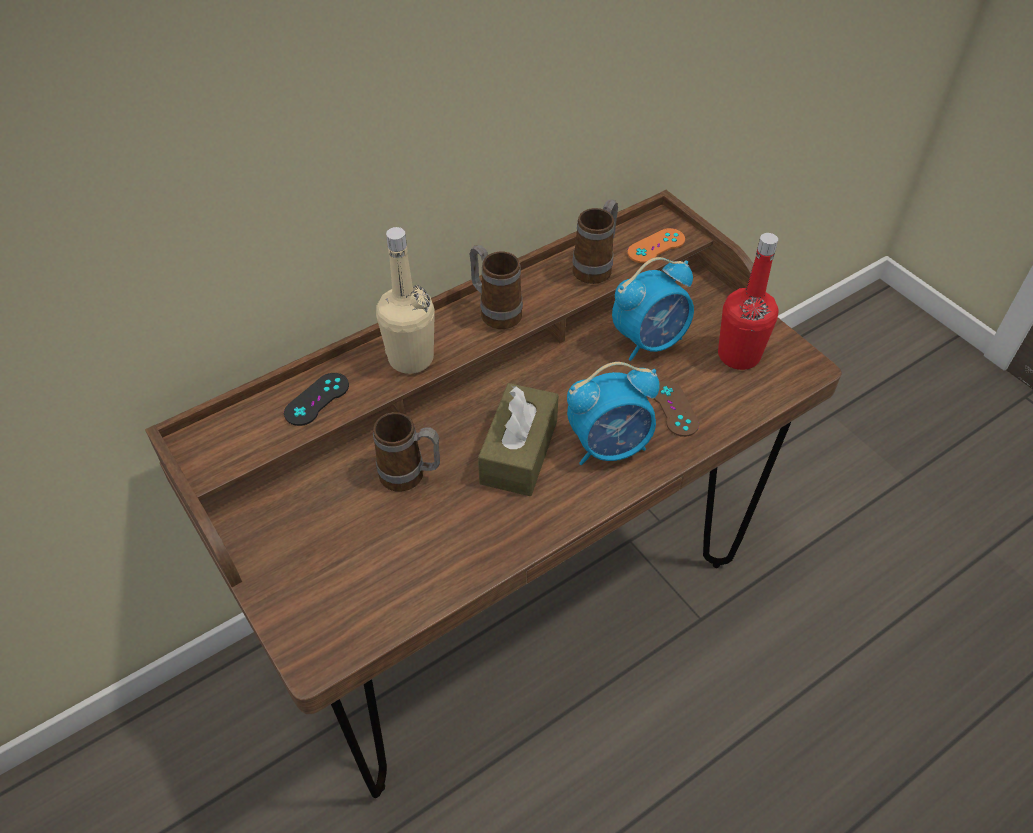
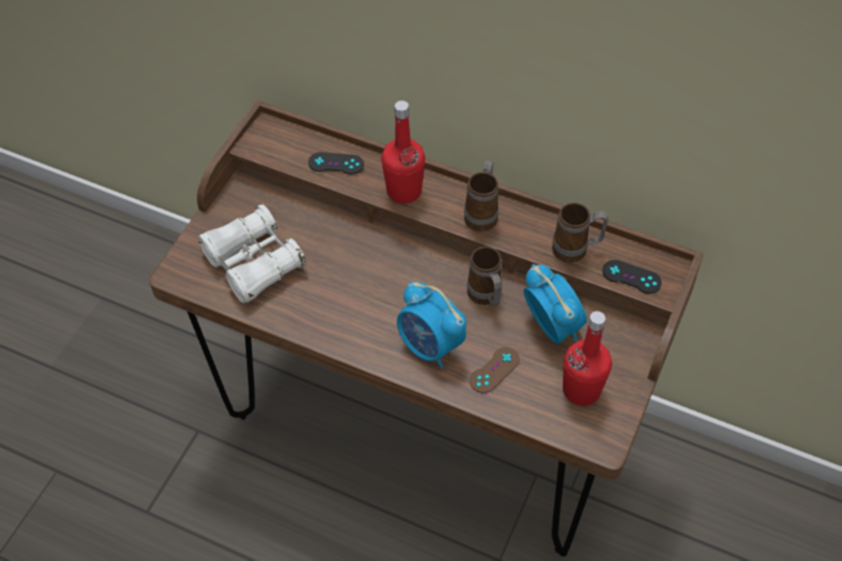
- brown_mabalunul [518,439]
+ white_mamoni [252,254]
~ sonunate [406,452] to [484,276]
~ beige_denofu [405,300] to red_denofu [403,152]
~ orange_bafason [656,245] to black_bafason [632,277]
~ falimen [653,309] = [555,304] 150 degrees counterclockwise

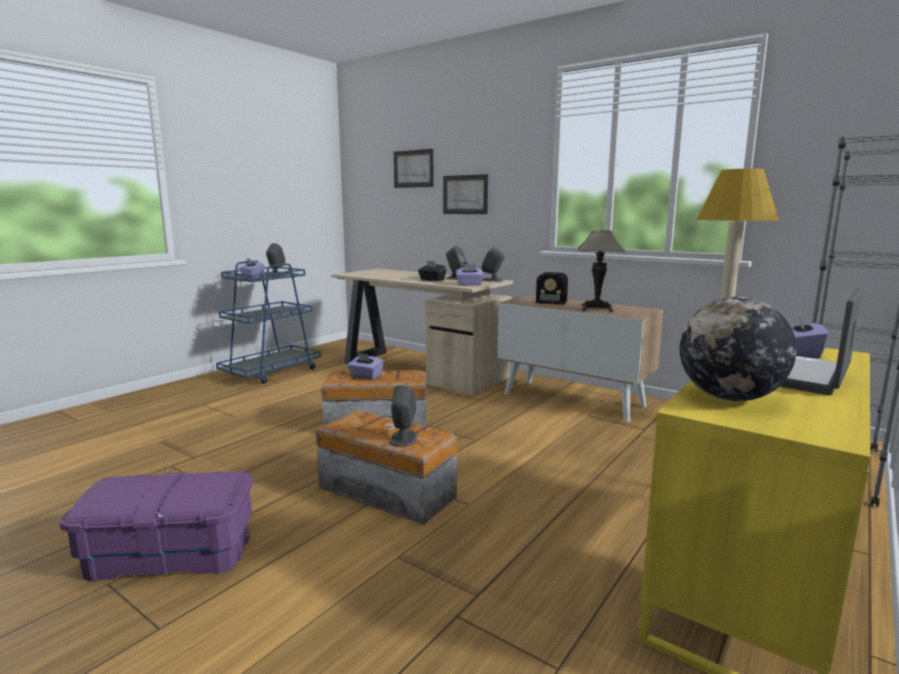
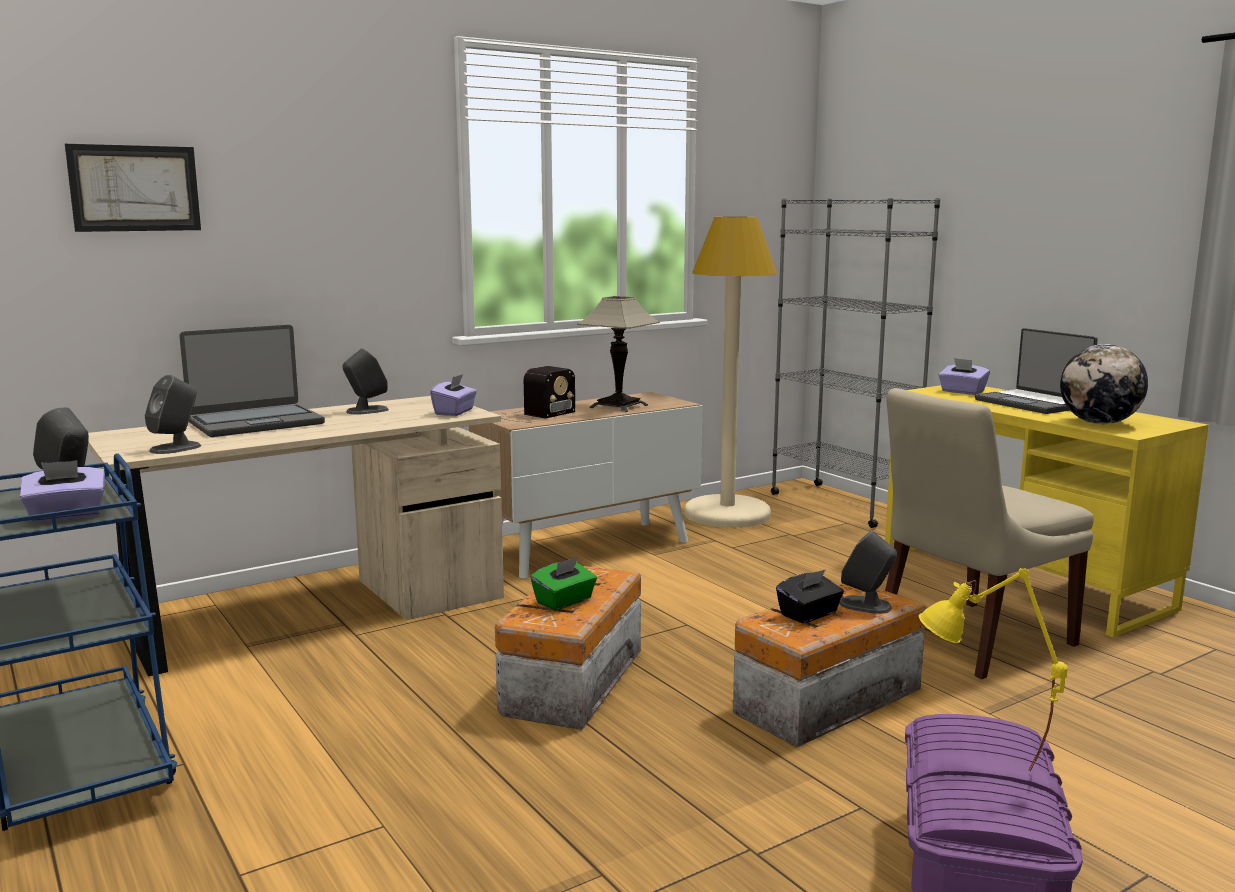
- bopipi [465,194]
+ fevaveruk [252,381]
+ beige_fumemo [989,533]
+ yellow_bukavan [993,669]
~ black_mabalunul [432,270] to [810,596]
~ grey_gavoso [493,264] to [173,414]
~ purple_mabalunul [365,366] to green_mabalunul [563,584]

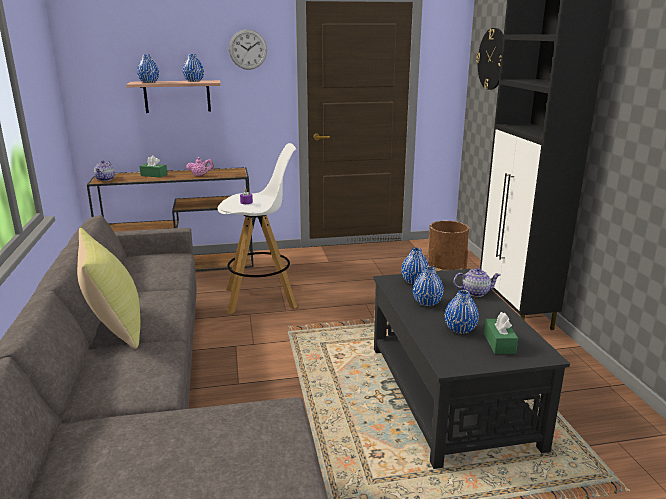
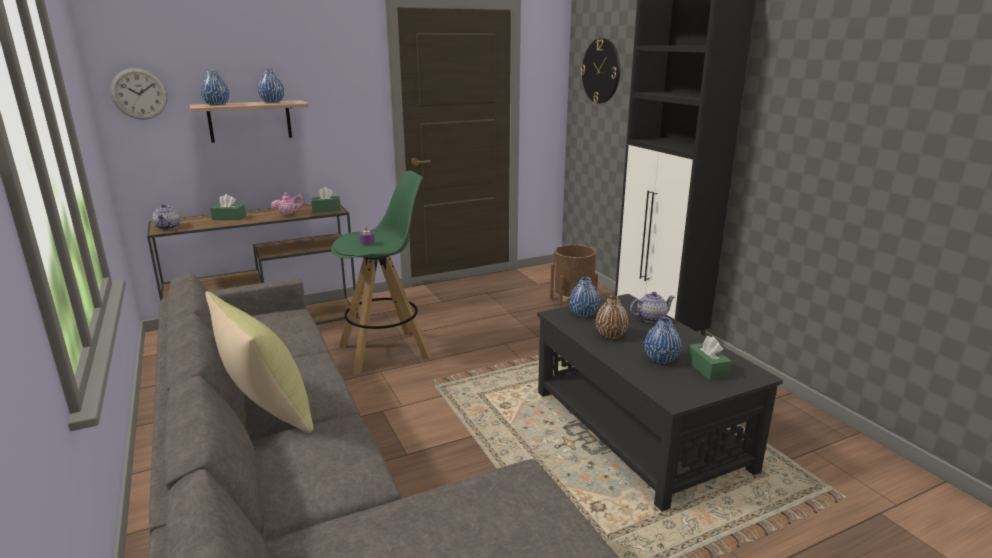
+ green_mabalunul [326,200]
~ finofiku [248,49] to [139,94]
~ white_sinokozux [257,228] to green_sinokozux [381,273]
~ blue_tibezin [428,286] to brown_tibezin [612,317]

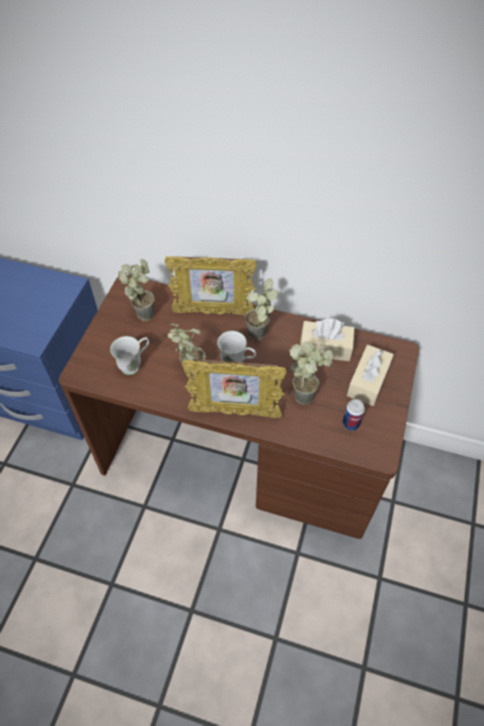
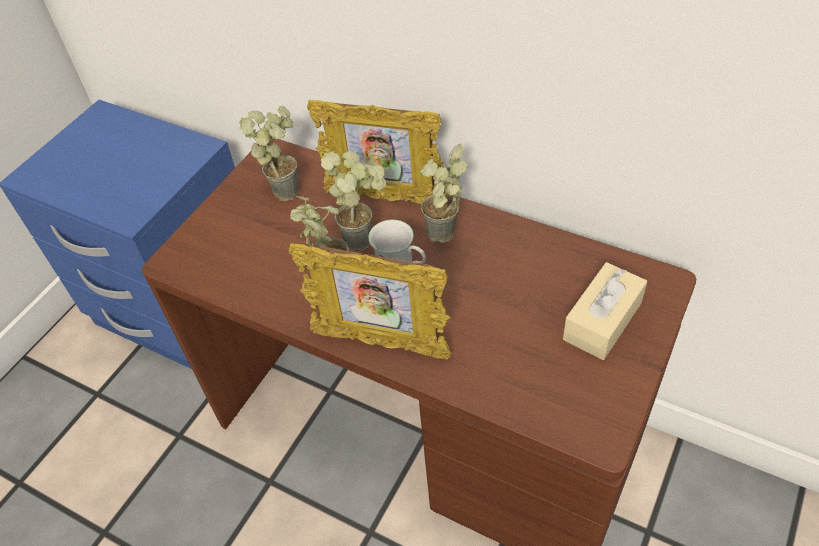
- white_sonunate [129,355]
- beige_mabalunul [327,340]
- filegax [353,415]
~ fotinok [311,373] to [353,201]

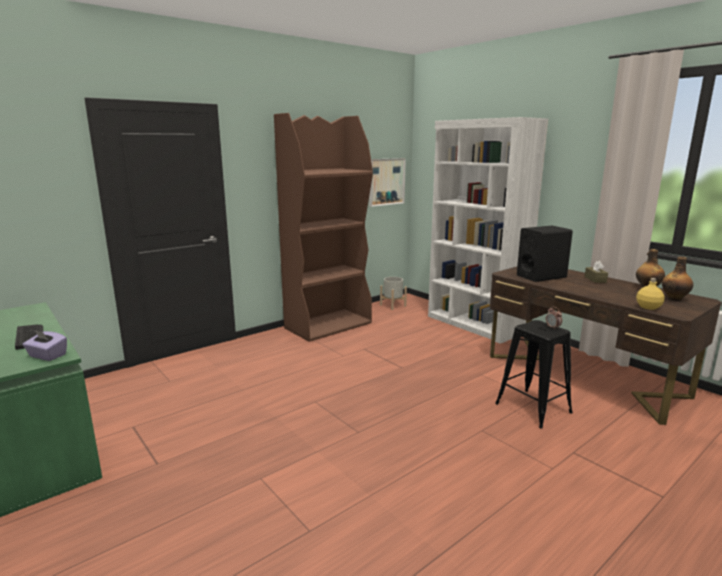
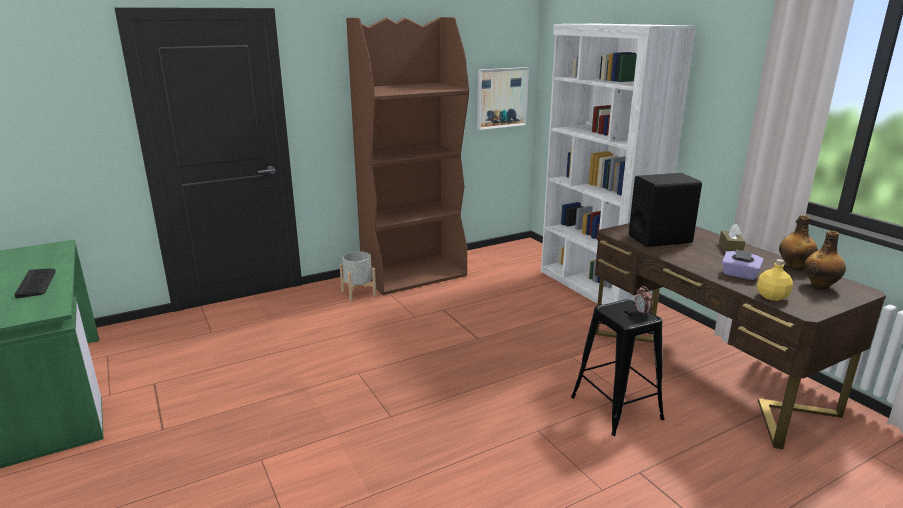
~ purple_mabalunul [44,345] to [743,264]
~ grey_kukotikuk [393,293] to [358,276]

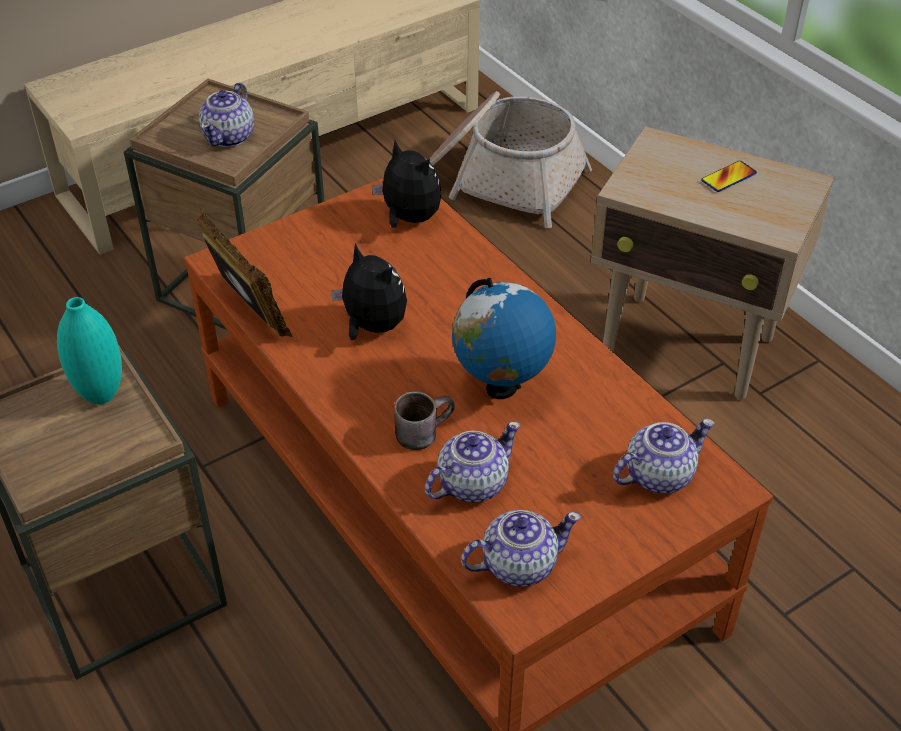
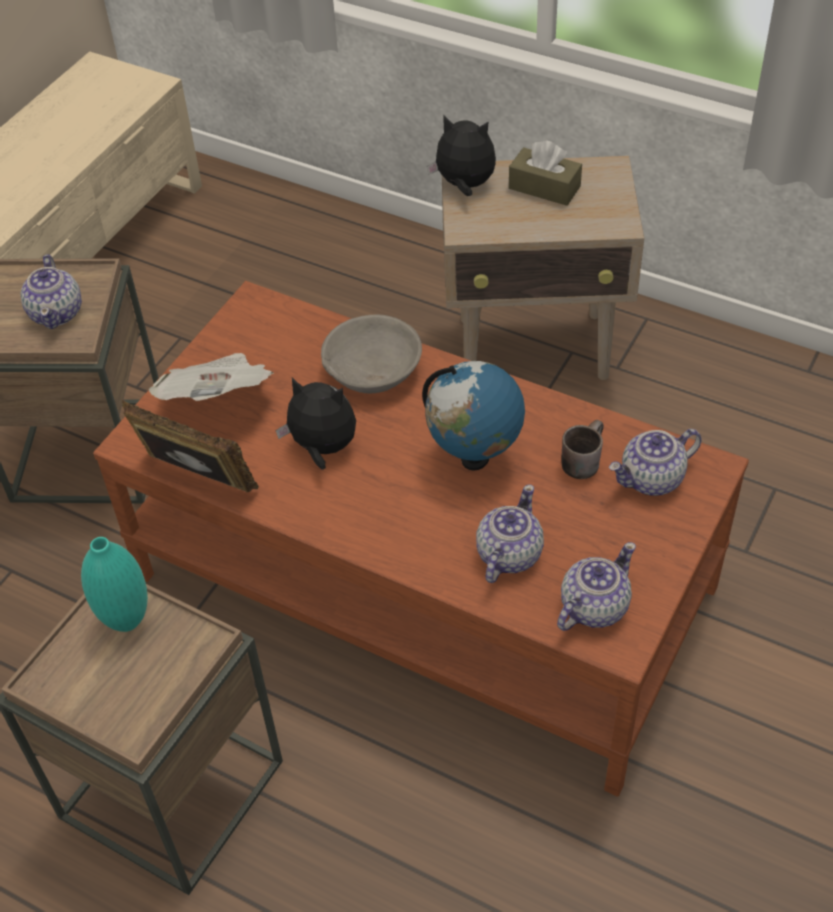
- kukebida [511,160]
+ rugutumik [211,377]
+ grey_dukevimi [371,353]
~ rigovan [407,184] to [461,156]
~ brown_sonunate [424,420] to [582,449]
~ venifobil [729,176] to brown_mabalunul [545,173]
~ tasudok [663,456] = [655,462] 150 degrees counterclockwise

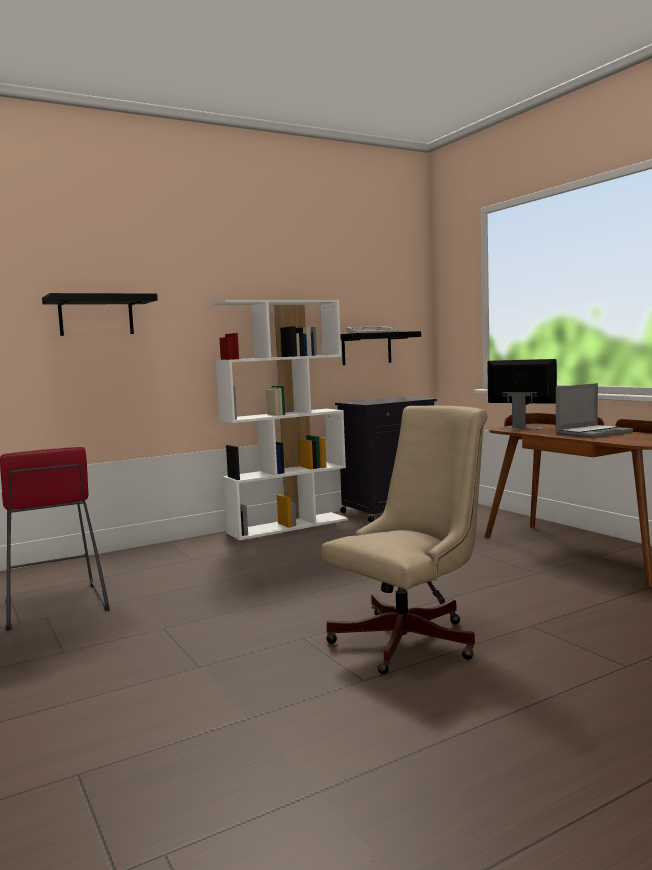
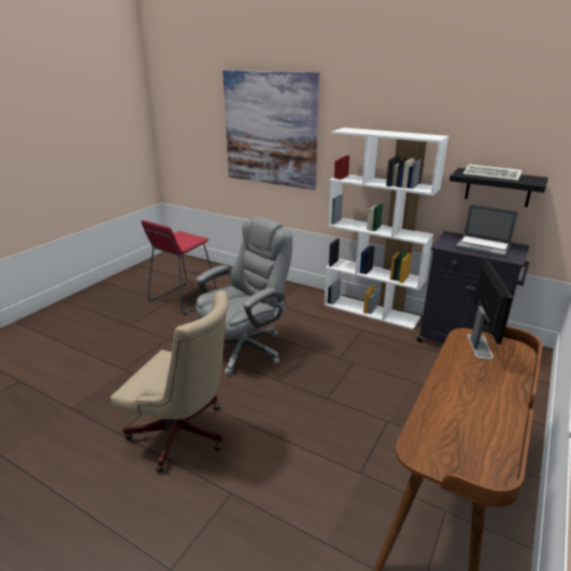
+ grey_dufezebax [244,296]
~ fevaveruk [594,410] to [487,230]
~ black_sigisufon [100,314] to bopipi [271,130]

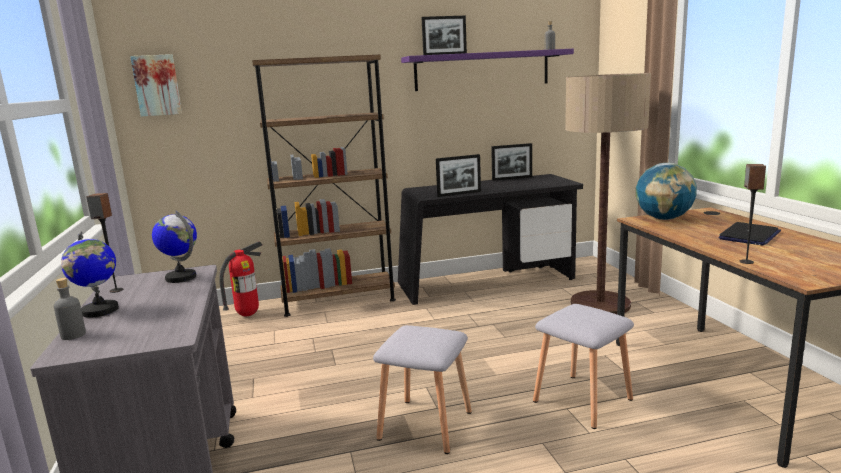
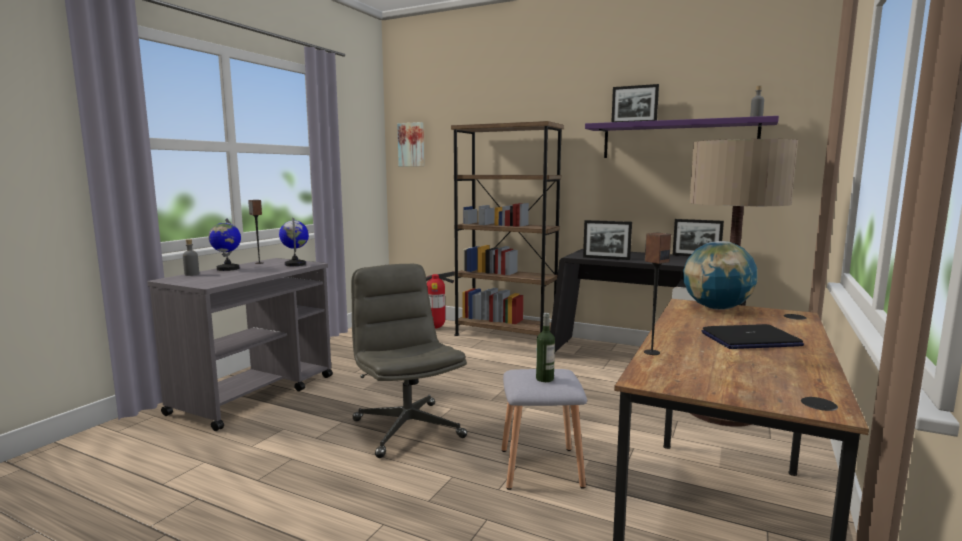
+ denofu [545,347]
~ grey_sinokozux [422,389] to grey_dufezebax [409,361]

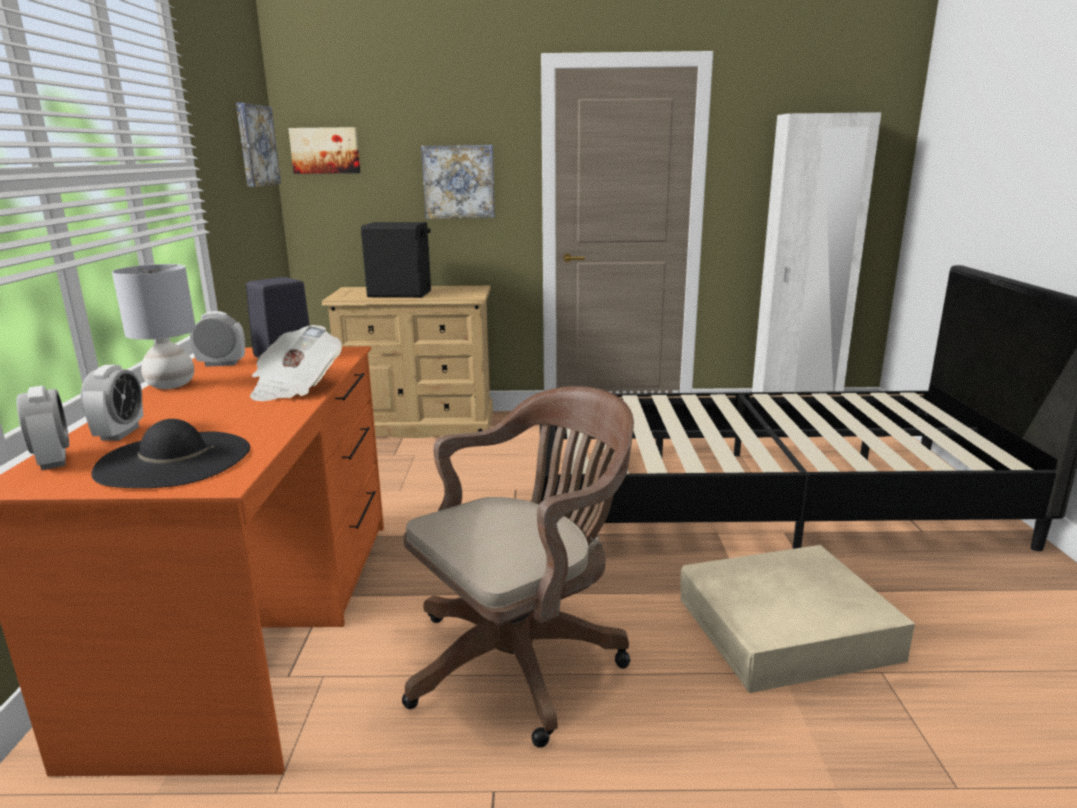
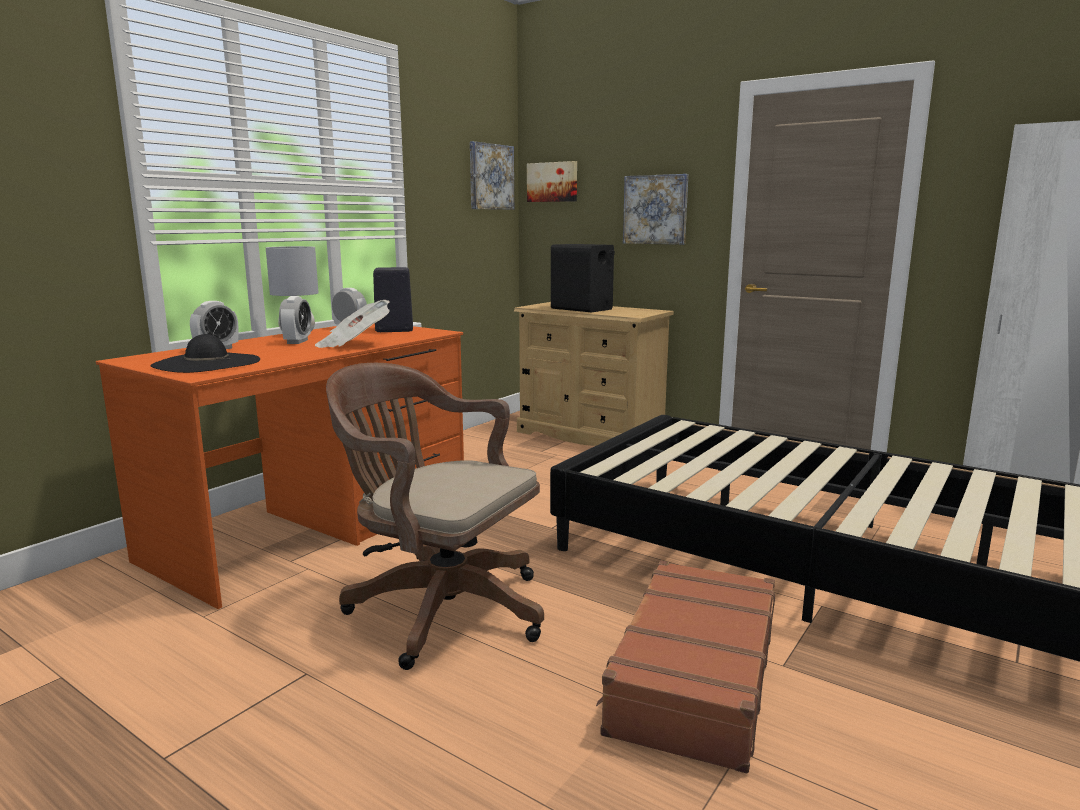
~ falimen [42,428] to [295,320]
~ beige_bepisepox [797,619] to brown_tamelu [685,667]
~ brown_dufezebax [518,567] = [435,516] 150 degrees counterclockwise

